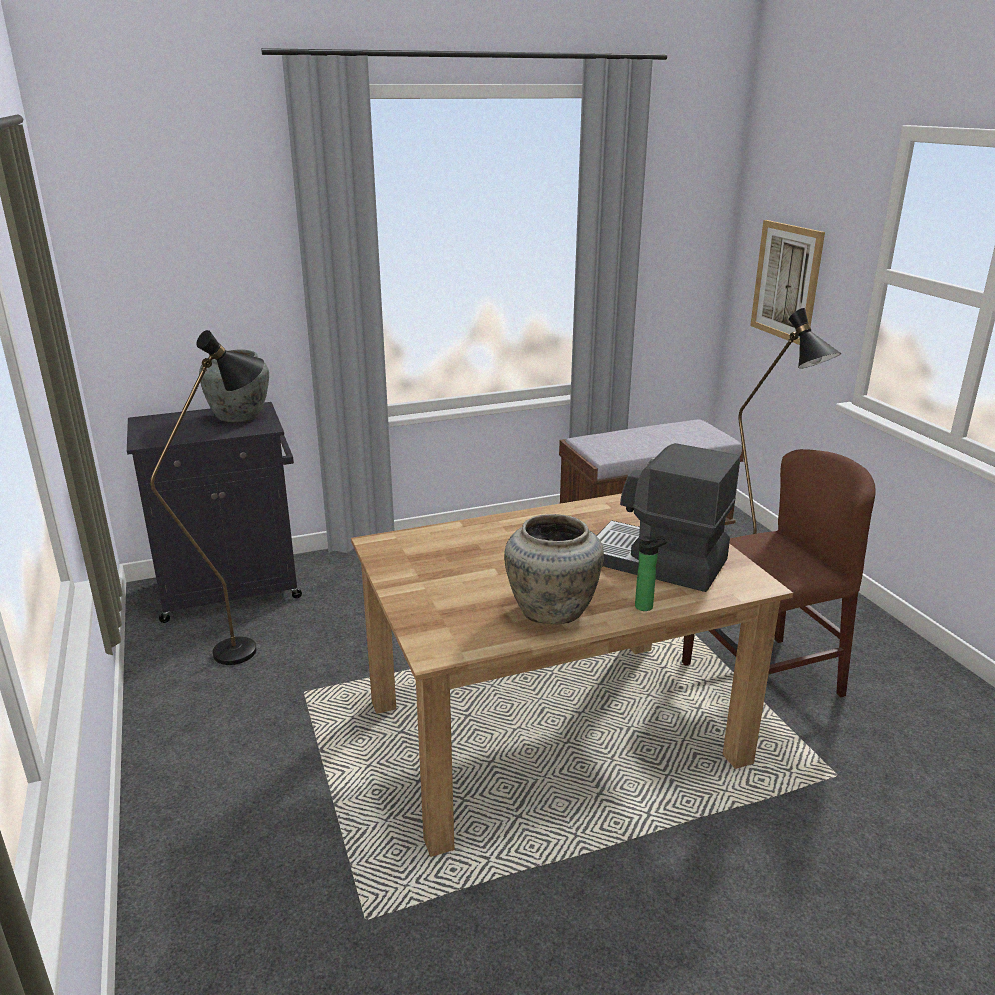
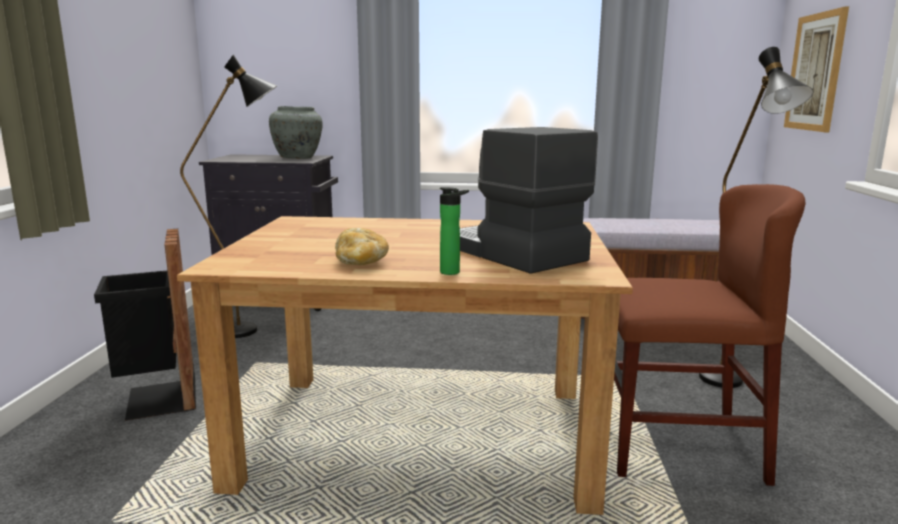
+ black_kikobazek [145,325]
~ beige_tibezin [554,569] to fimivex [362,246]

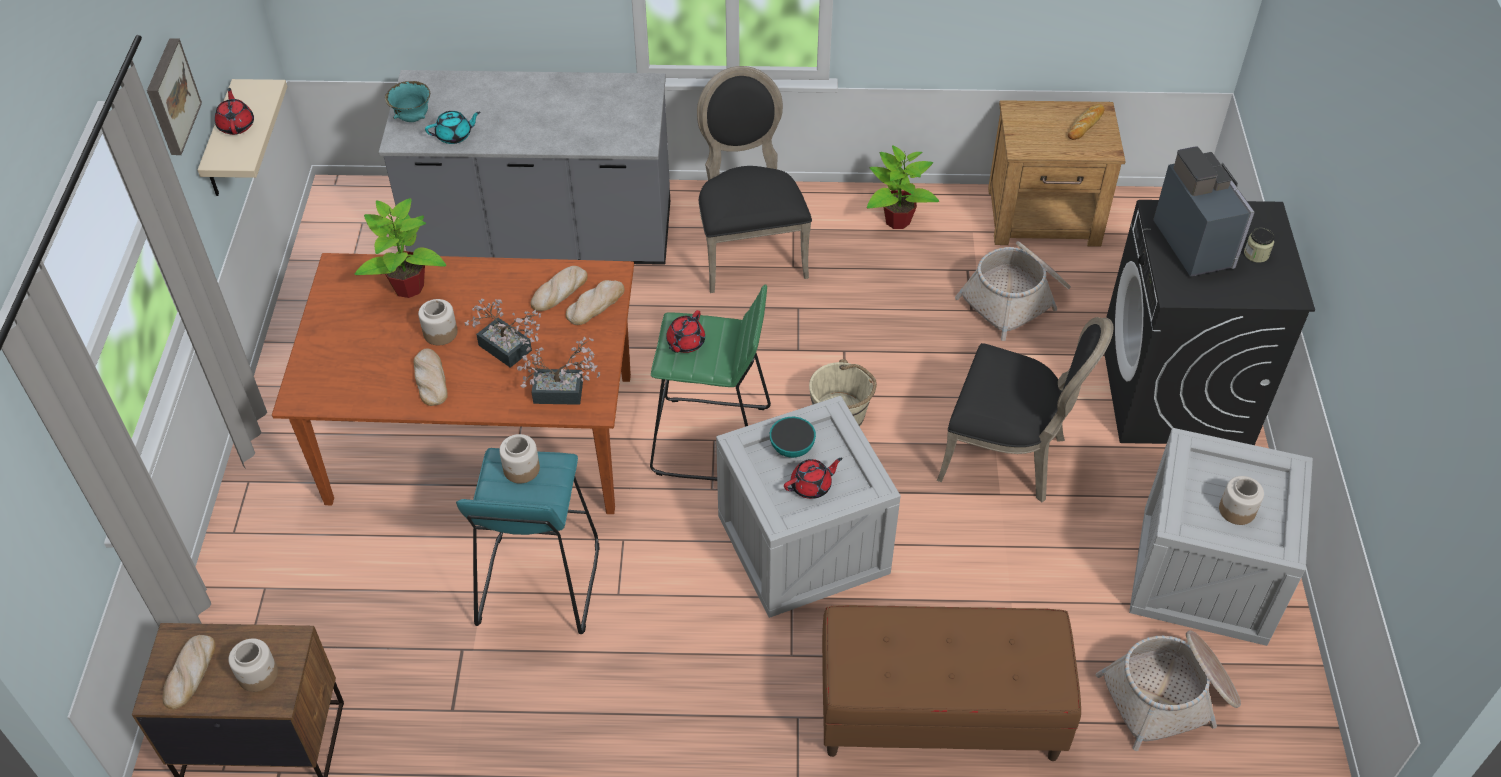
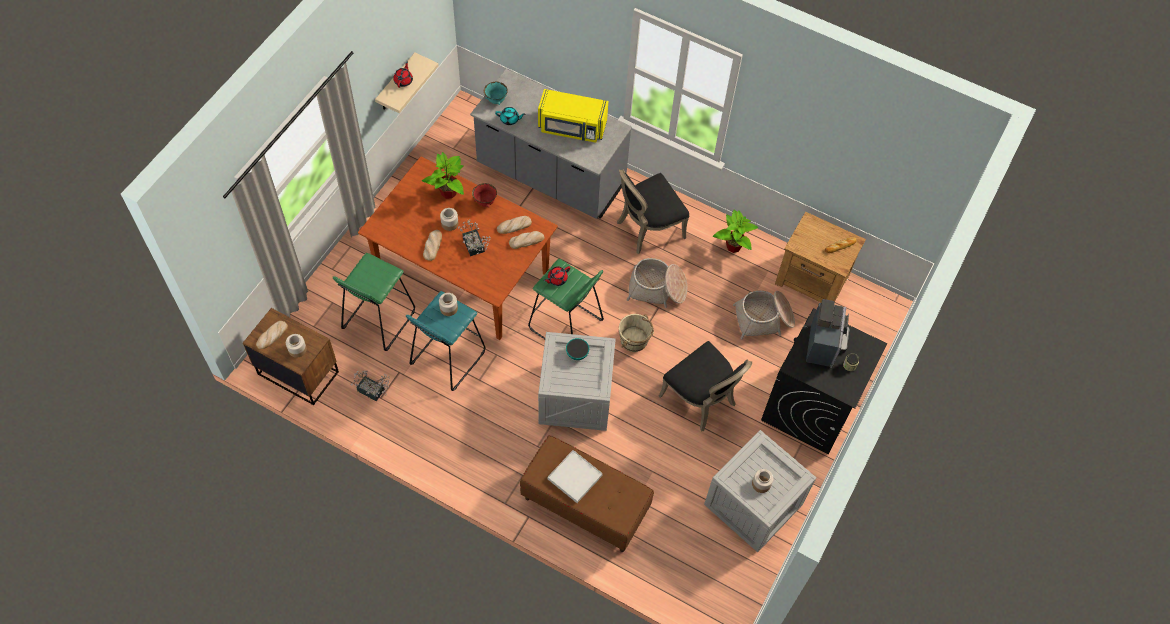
- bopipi [174,96]
- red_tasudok [813,478]
+ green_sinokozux [374,302]
+ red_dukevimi [484,195]
+ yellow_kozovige [573,116]
+ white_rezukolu [575,476]
~ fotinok [558,371] to [370,385]
~ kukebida [1168,690] to [657,283]
~ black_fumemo [754,179] = [653,211] 135 degrees counterclockwise

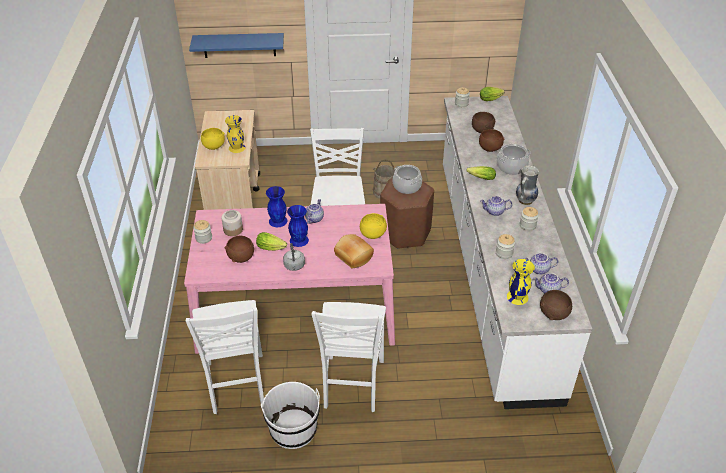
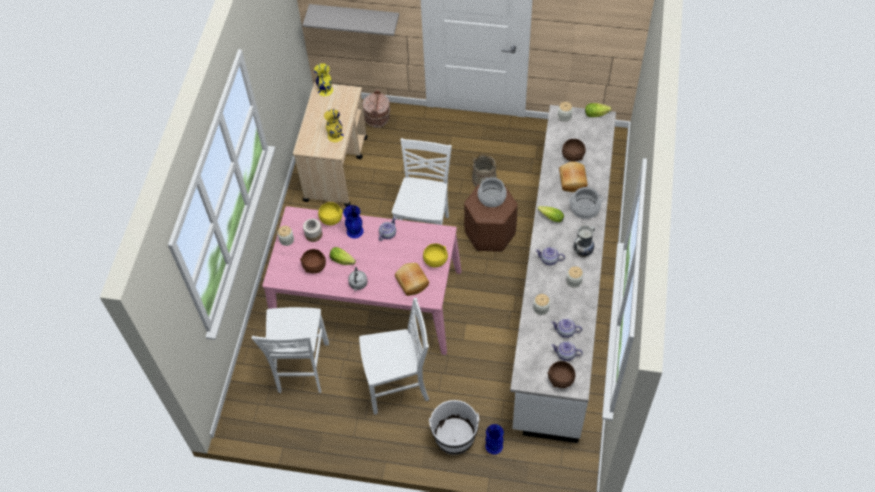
+ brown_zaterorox [376,109]
~ yellow_dukevimi [213,139] to [330,213]
~ white_zaterorox [290,415] to [454,427]
~ blue_tibezin [298,226] to [494,439]
~ yellow_tibezin [521,282] to [323,79]
~ brown_dukevimi [492,140] to fimivex [573,176]
~ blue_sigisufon [236,45] to grey_sigisufon [351,20]
~ white_fumemo [348,357] = [394,356] 120 degrees counterclockwise

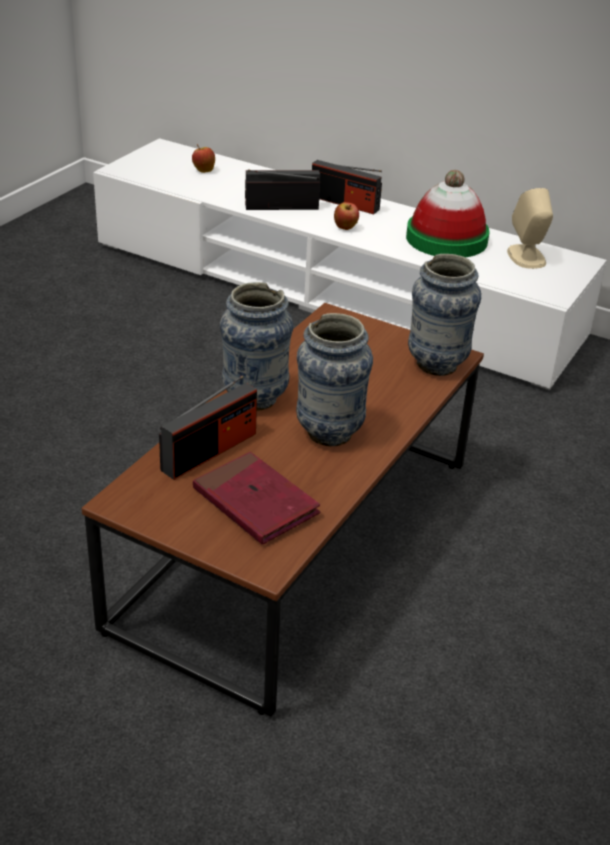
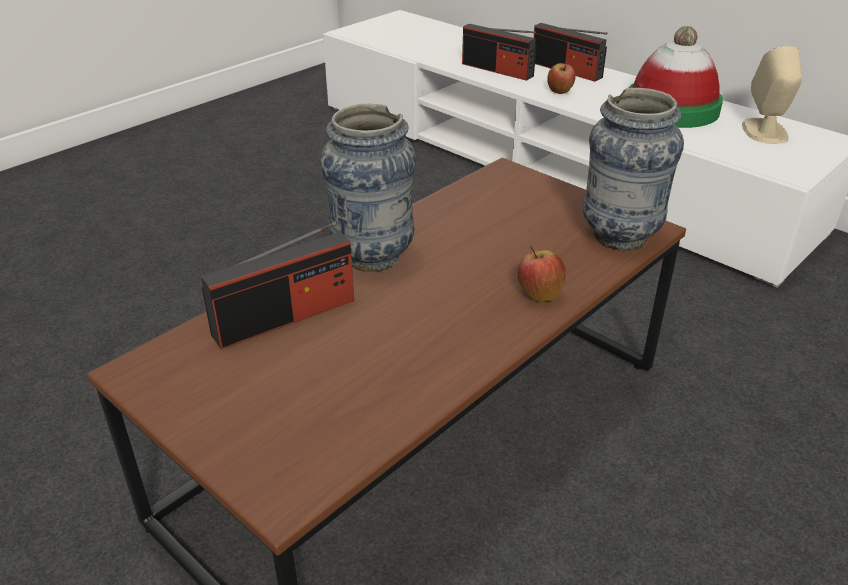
- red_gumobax [256,498]
- tibezin [334,380]
~ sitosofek [203,158] to [541,273]
~ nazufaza [282,189] = [499,52] 150 degrees counterclockwise

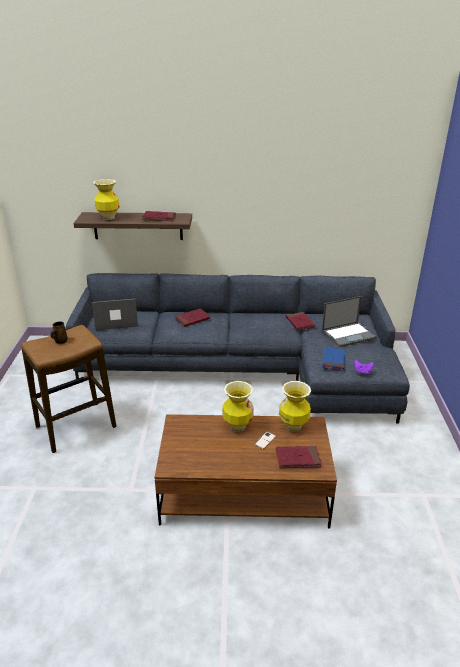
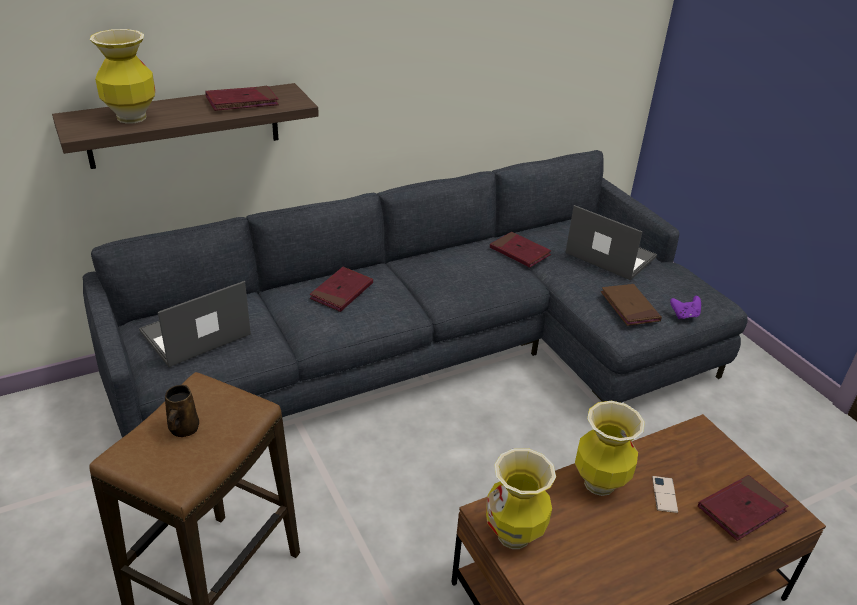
~ tibezin [295,406] to [521,498]
~ blue_gumobax [333,359] to brown_gumobax [631,305]
~ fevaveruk [349,321] = [611,242] 90 degrees counterclockwise

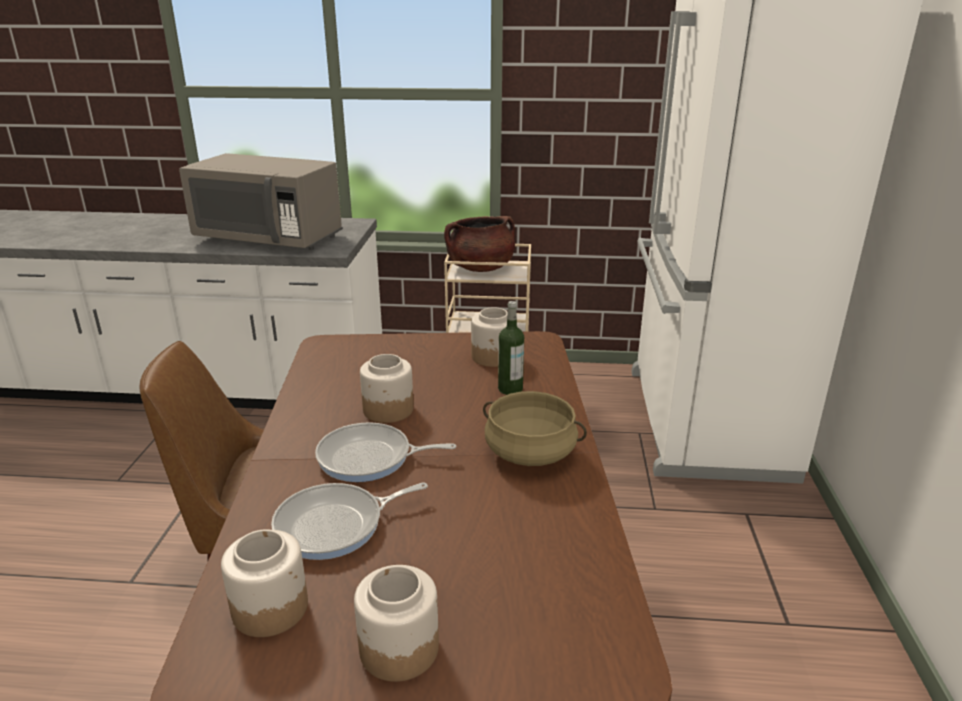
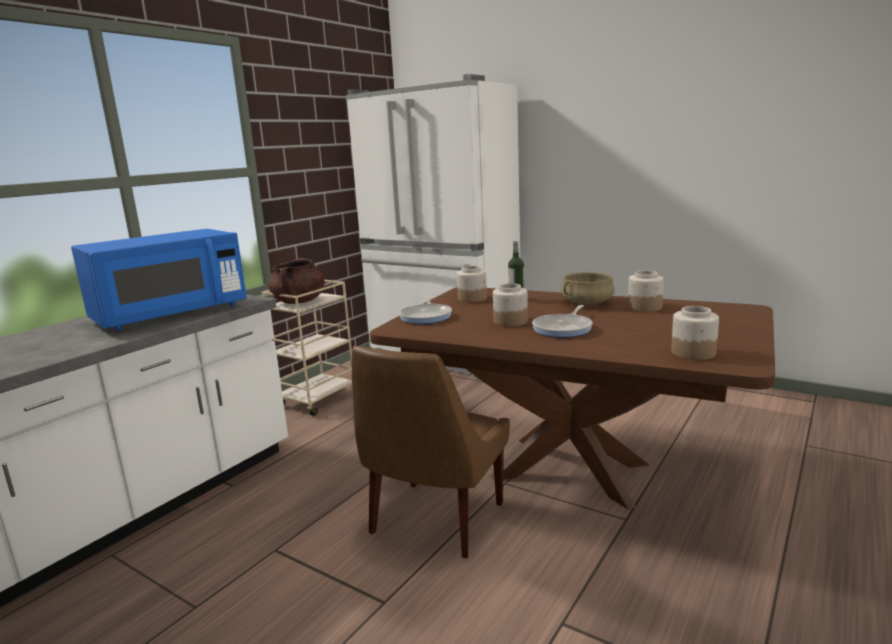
~ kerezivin [349,521] to [425,309]
~ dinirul [396,623] to [646,291]
~ grey_kozovige [261,201] to blue_kozovige [159,279]

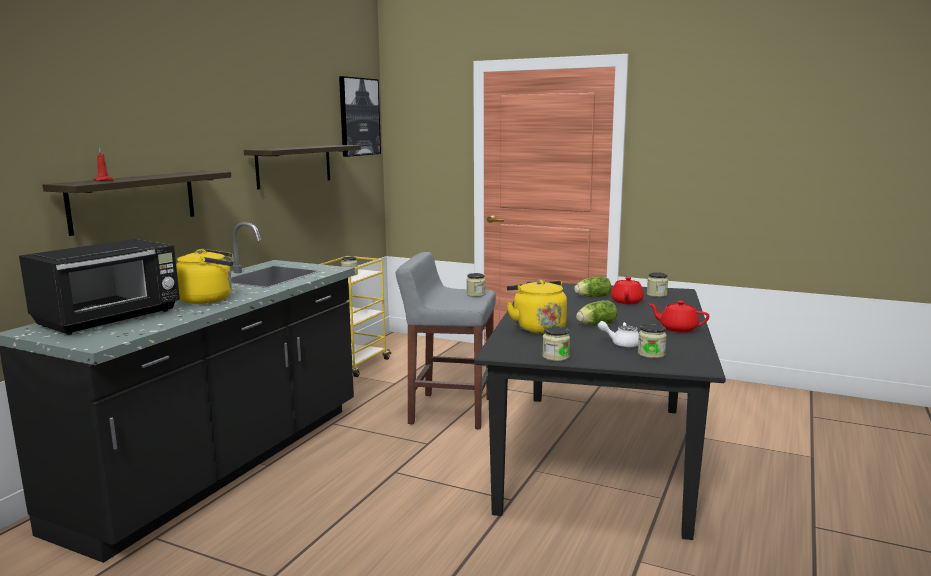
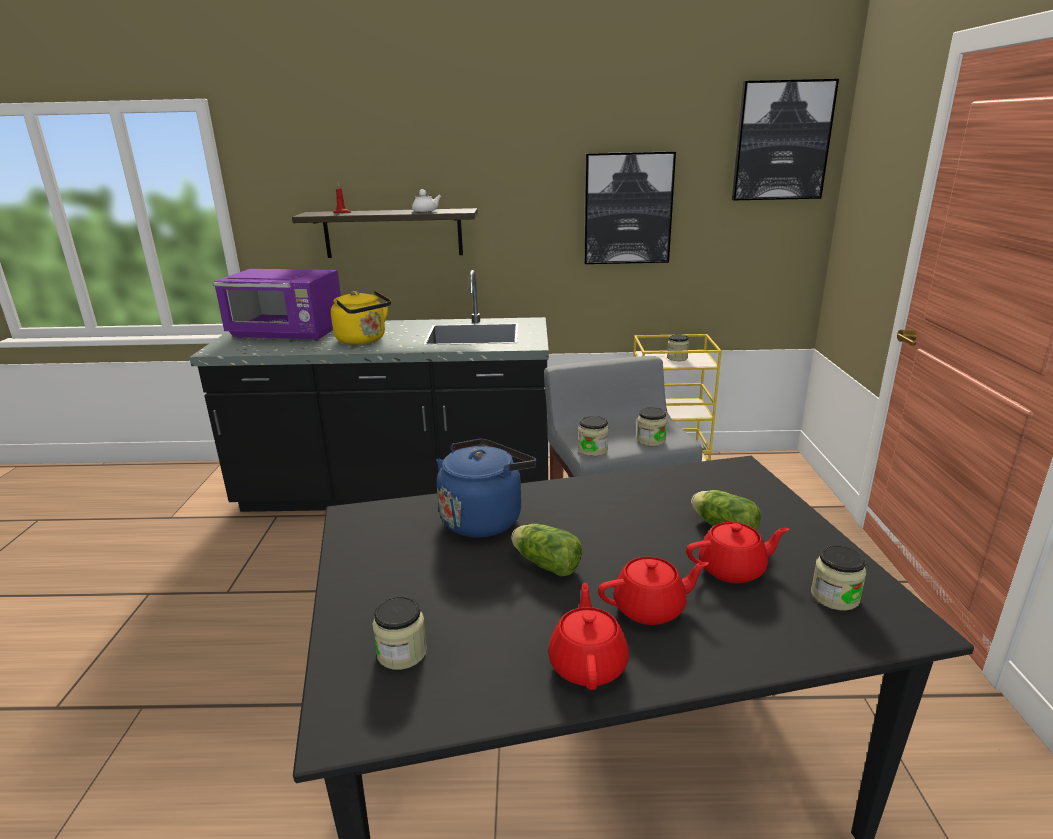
+ red_tasudok [653,591]
~ dinirul [556,343] to [593,436]
~ white_tasudok [618,334] to [426,201]
~ sigisufon [302,167] to bopipi [630,207]
~ black_kozovige [99,287] to purple_kozovige [277,305]
~ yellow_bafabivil [536,307] to blue_bafabivil [486,488]

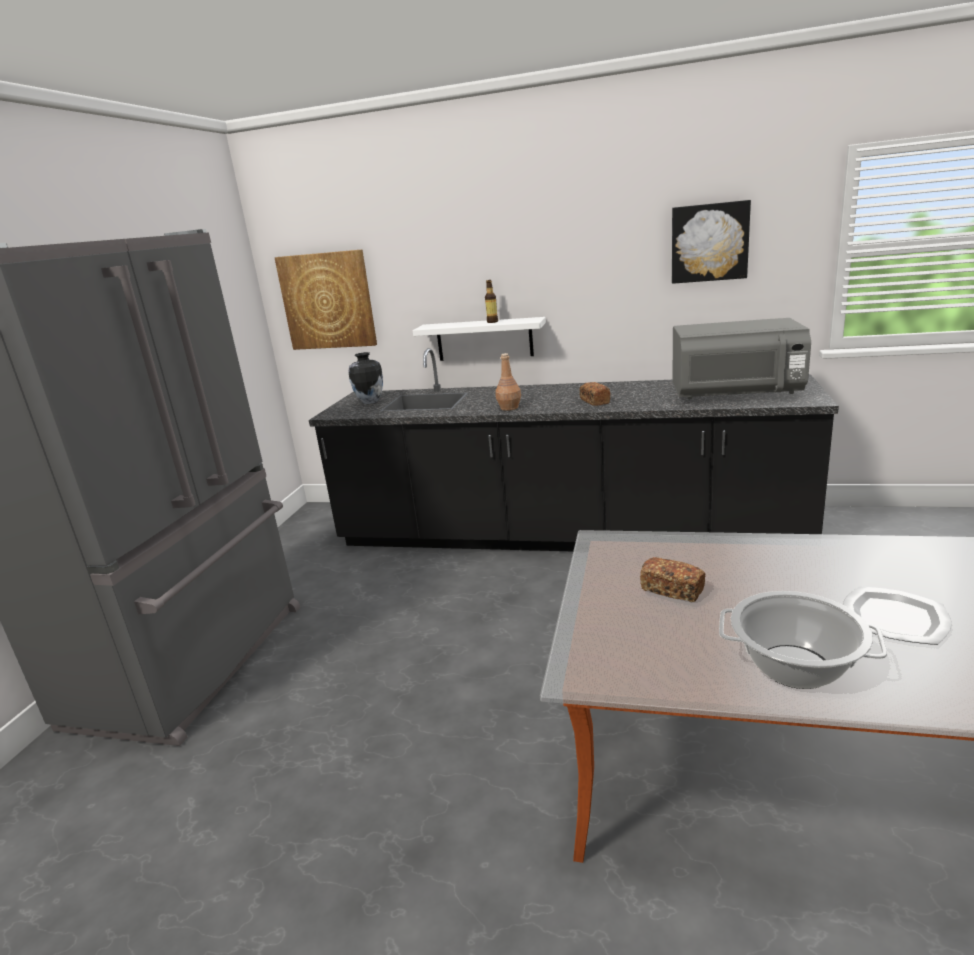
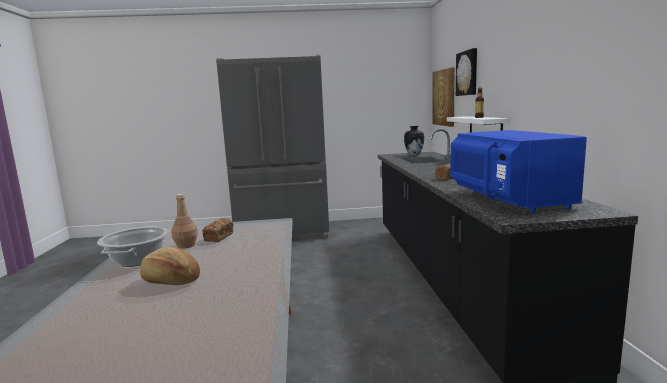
~ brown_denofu [508,382] to [184,221]
~ bopipi [711,242] to [466,72]
~ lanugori [897,615] to fimivex [170,266]
~ grey_kozovige [741,358] to blue_kozovige [518,171]

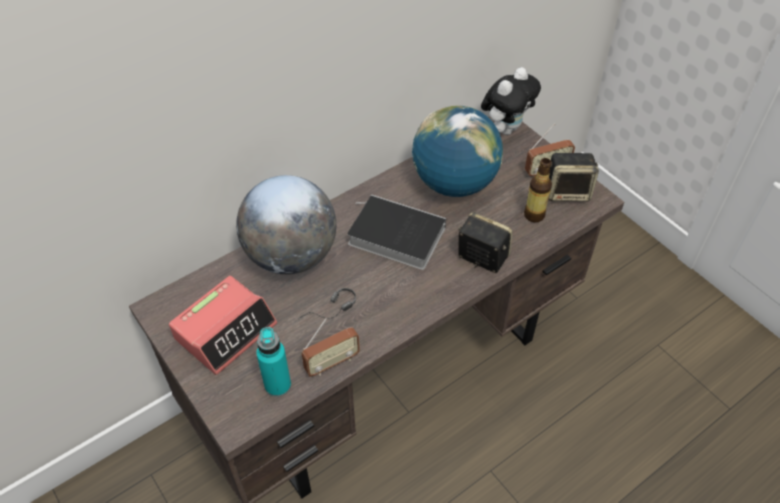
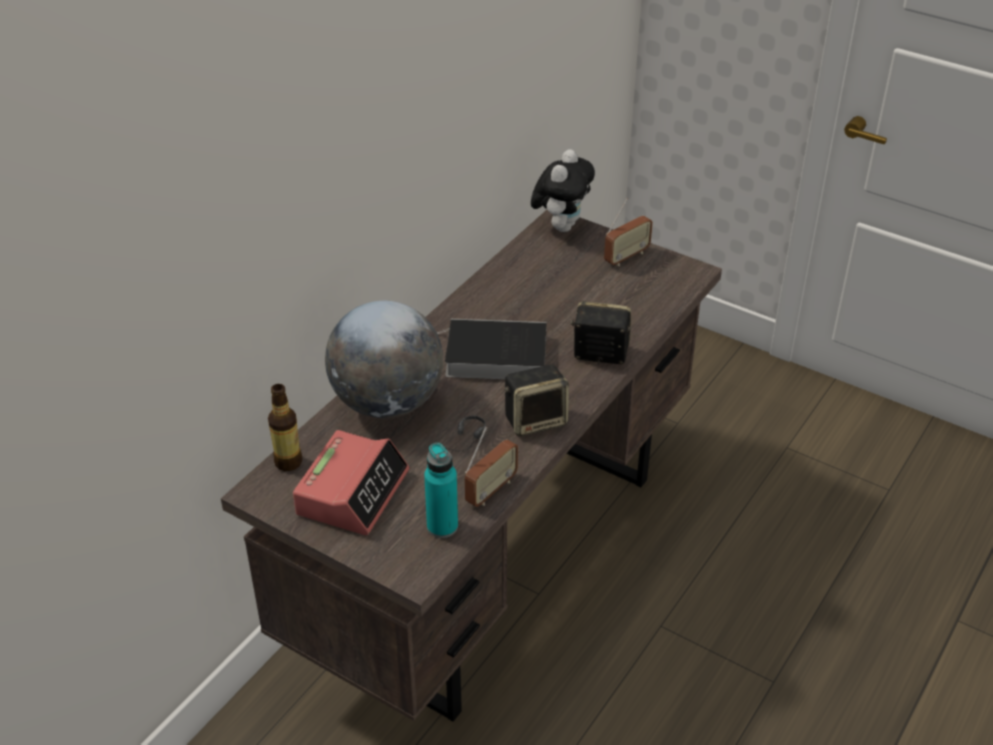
- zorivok [457,151]
~ denofu [538,190] to [285,427]
~ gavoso [574,177] to [536,400]

